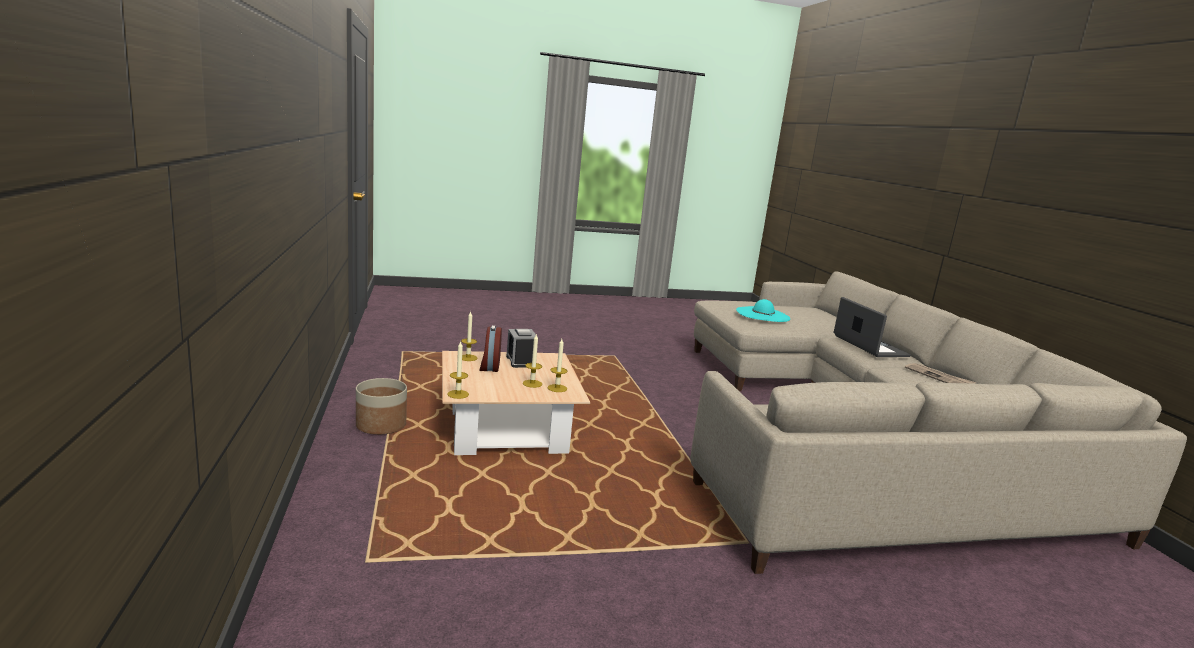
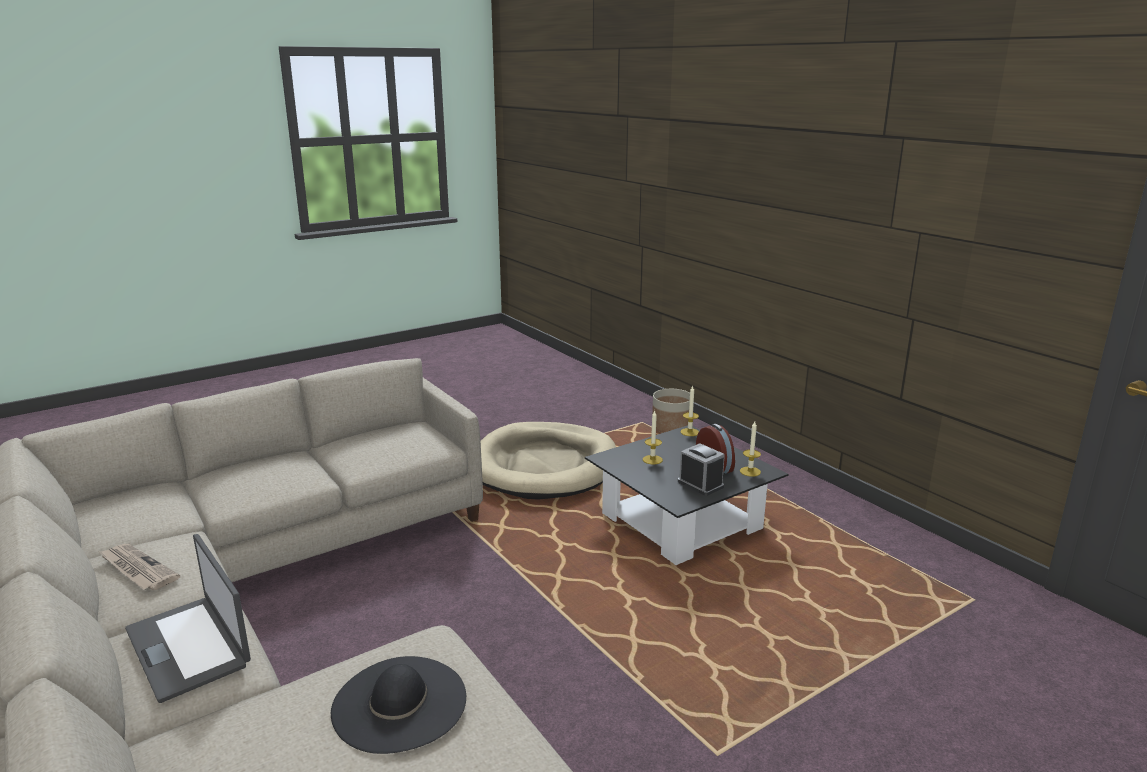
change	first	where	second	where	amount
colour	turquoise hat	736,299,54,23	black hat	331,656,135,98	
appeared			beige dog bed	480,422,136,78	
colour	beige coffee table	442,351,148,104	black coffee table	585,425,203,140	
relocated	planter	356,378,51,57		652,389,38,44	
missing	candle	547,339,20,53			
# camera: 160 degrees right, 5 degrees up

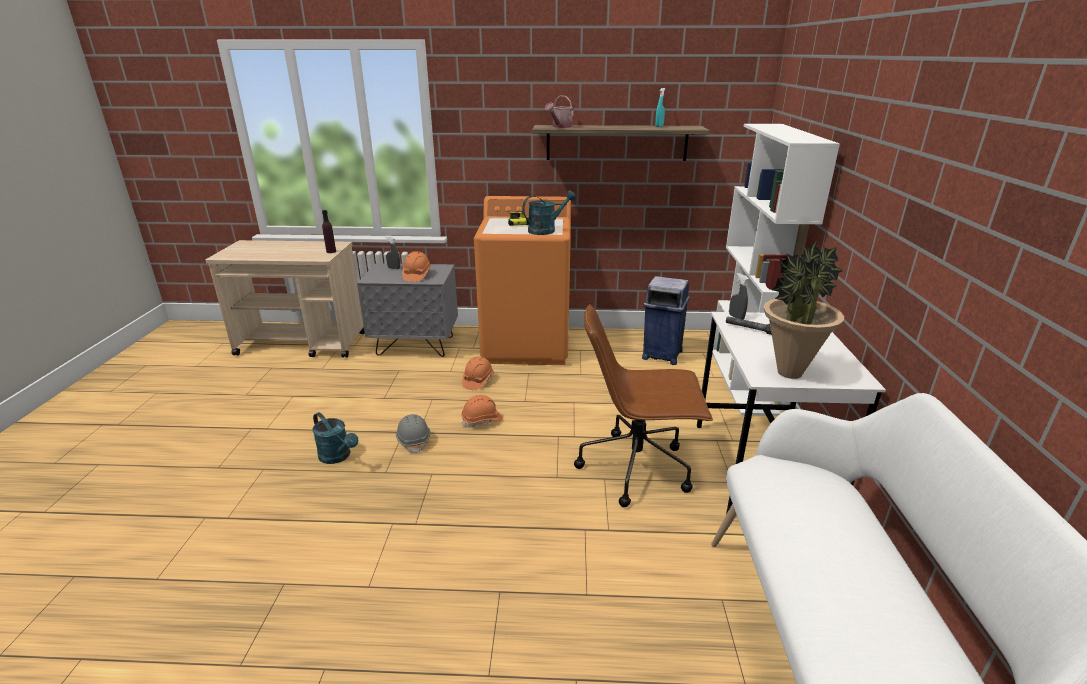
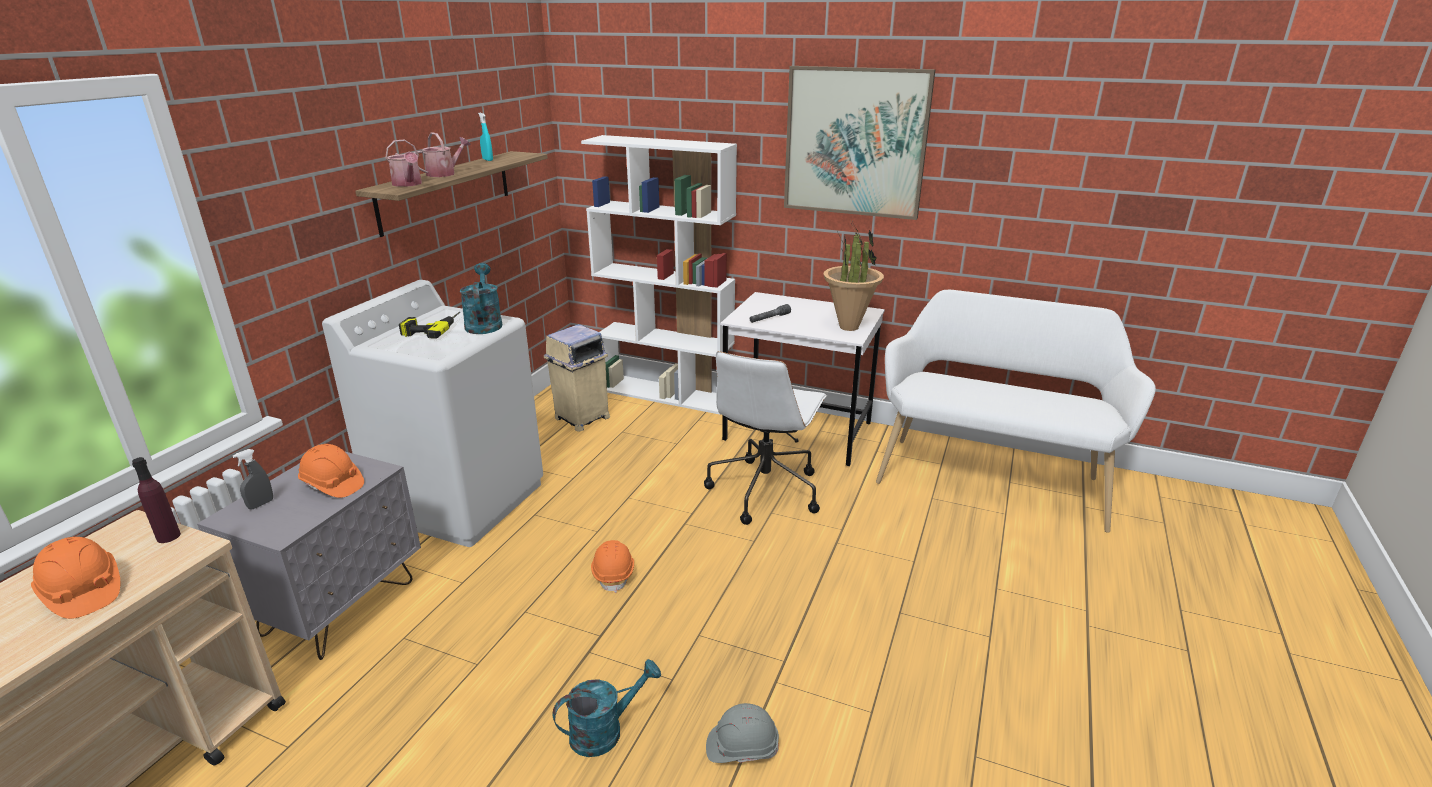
change	first	where	second	where	amount
relocated	orange hard hat	462,357,31,33		31,537,89,82	
colour	orange washing machine	474,196,97,169	white washing machine	322,280,221,267	
appeared			watering can	414,132,57,45	
colour	blue trash can	642,276,48,89	beige trash can	544,324,66,108	
colour	brown office chair	574,304,139,203	white office chair	704,351,123,174	
relocated	grey hard hat	396,414,34,39		706,703,73,60	
appeared			picture	784,66,152,154	
missing	grey spray bottle	729,273,19,46			
# camera: 70 degrees left, 0 degrees up

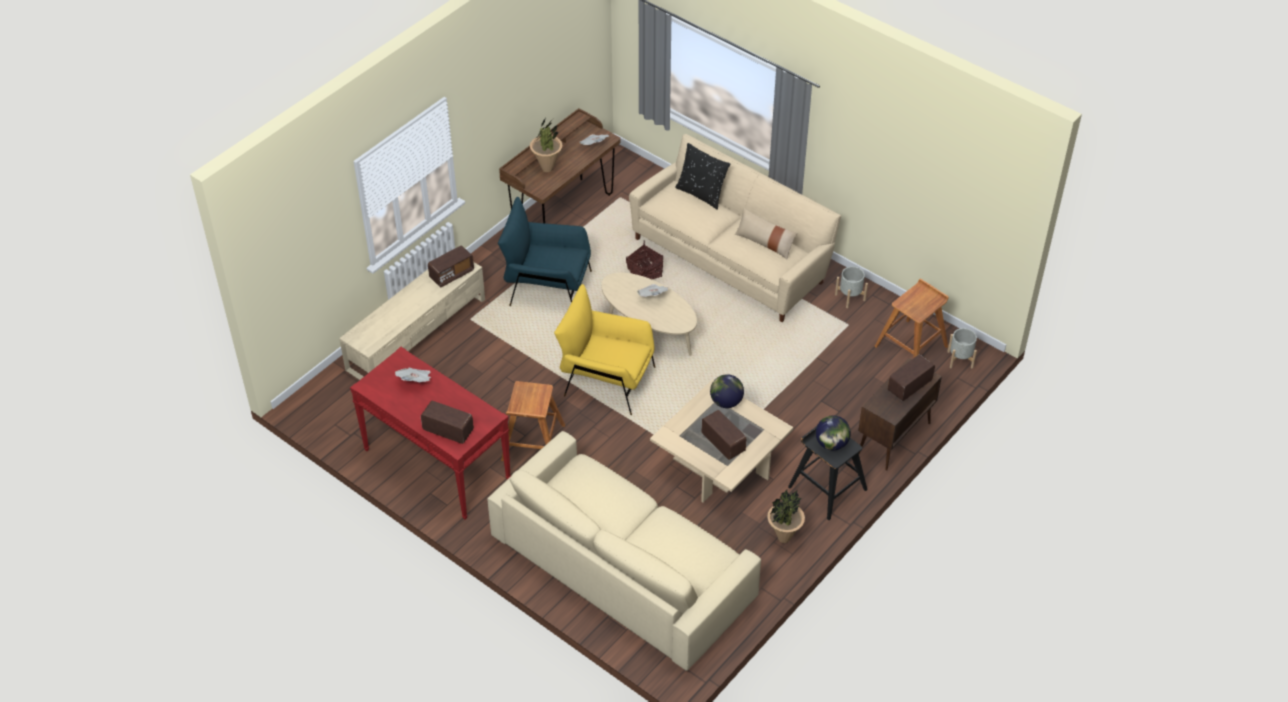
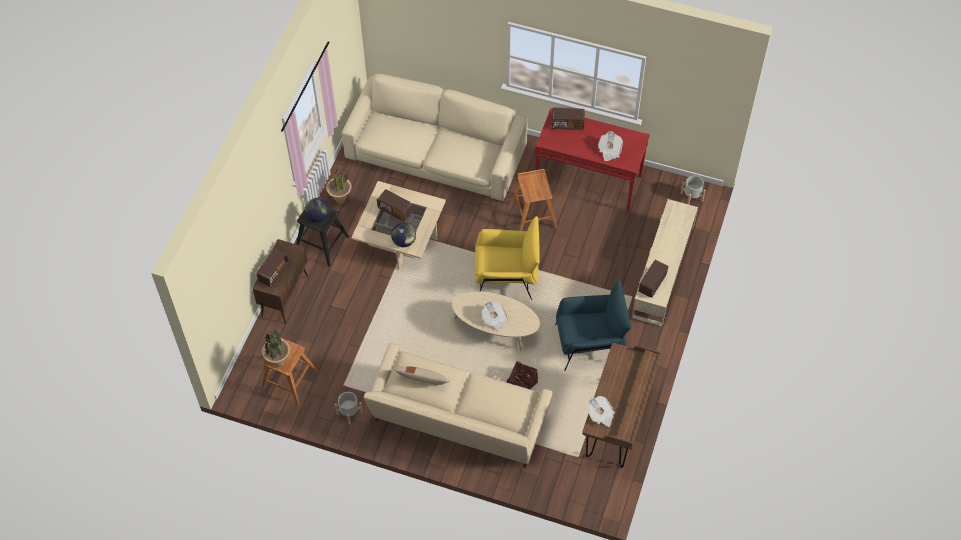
change	first	where	second	where	amount
relocated	potted plant	530,118,32,54		262,329,28,38	
relocated	grey planter	947,328,30,41		681,175,25,30	
missing	black pillow	675,143,55,67			
# camera: 160 degrees right, 10 degrees up

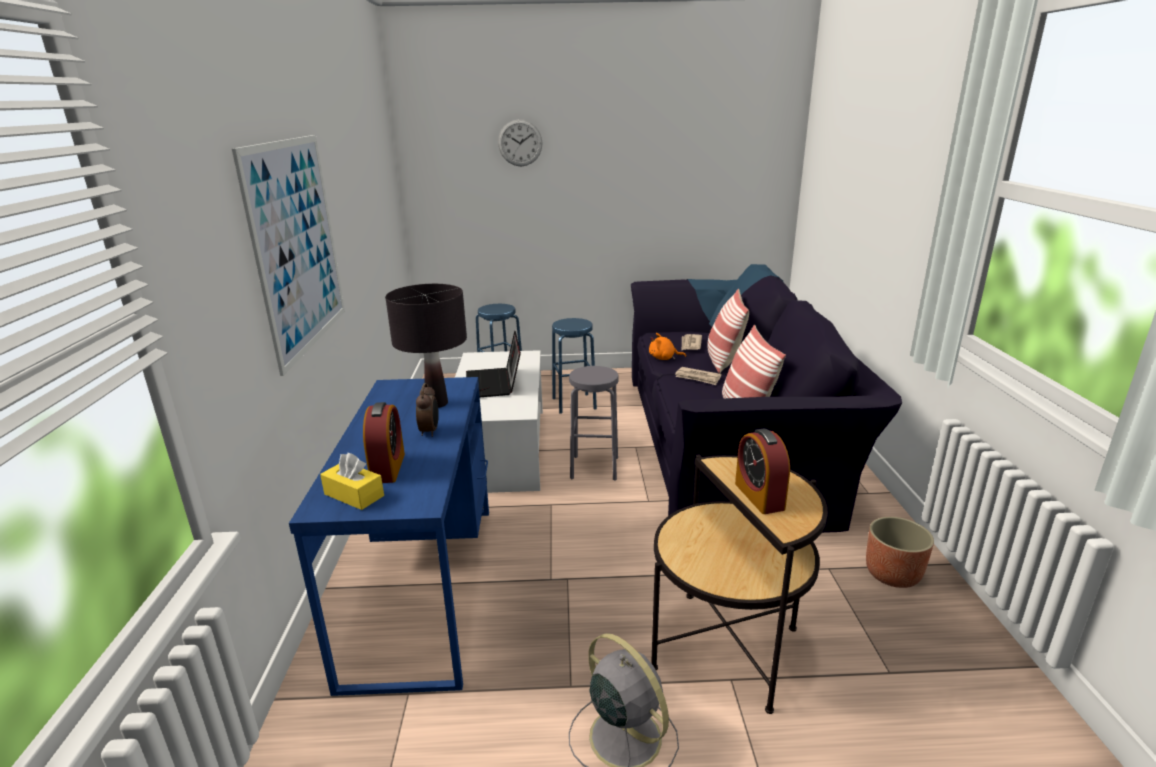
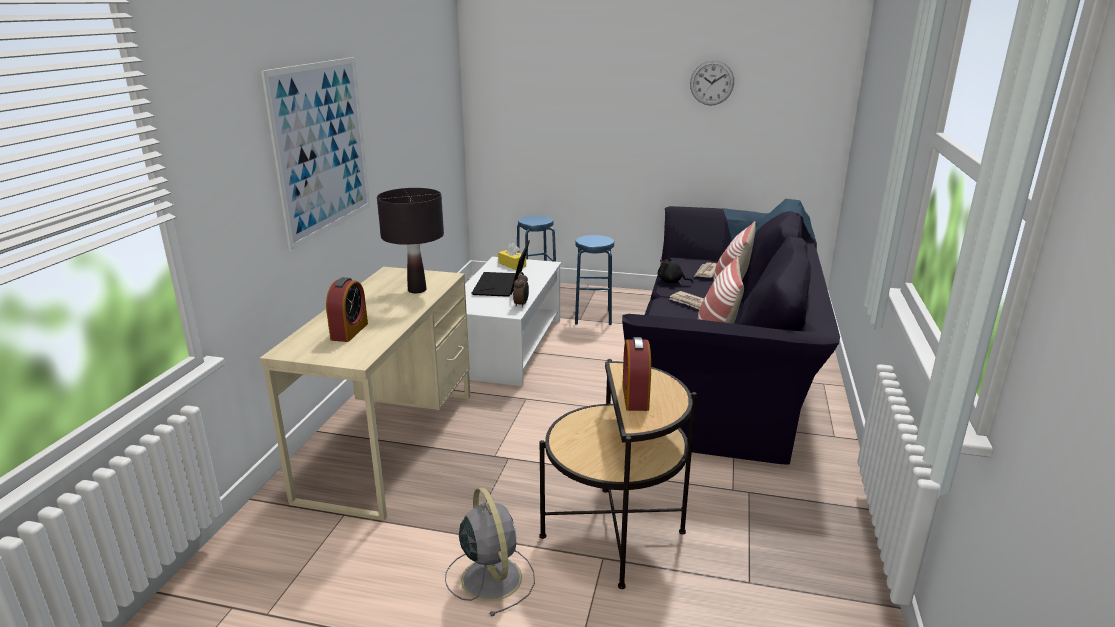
change	first	where	second	where	amount
colour	blue desk	289,377,200,319	beige desk	260,267,210,254	
relocated	yellow tissue box	320,453,64,57		498,243,28,27	
relocated	alarm clock	416,383,23,54		513,272,16,36	
colour	orange plush toy	649,333,37,27	black plush toy	658,257,35,27	
relocated	wall clock	498,119,44,47		690,60,44,46	
missing	grey stool	569,366,50,115			
missing	planter	866,517,68,71			
# camera: 15 degrees right, 0 degrees up

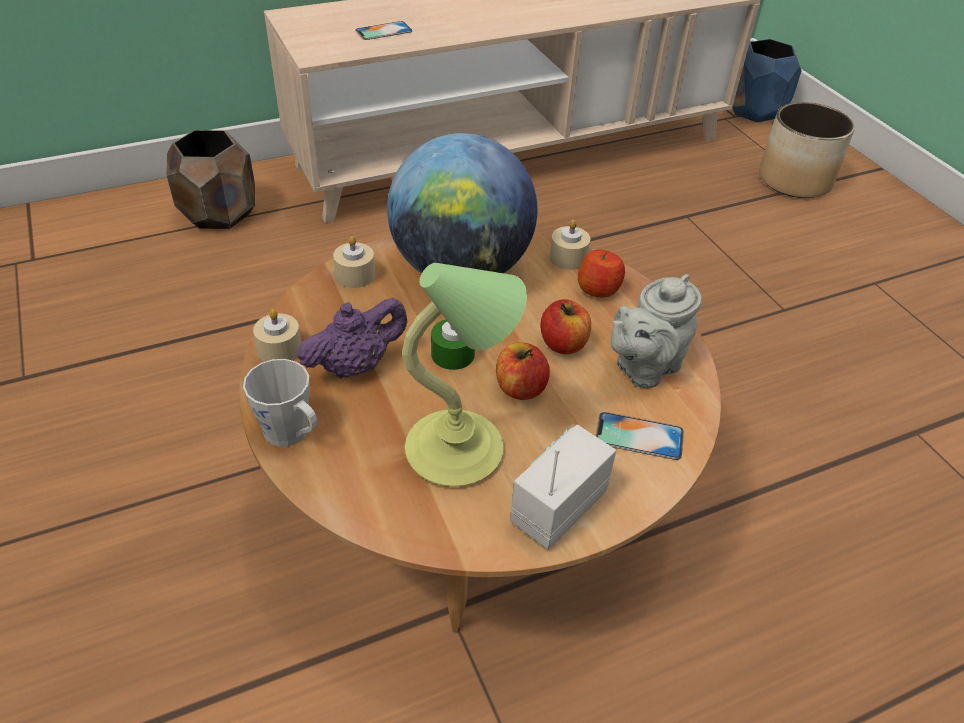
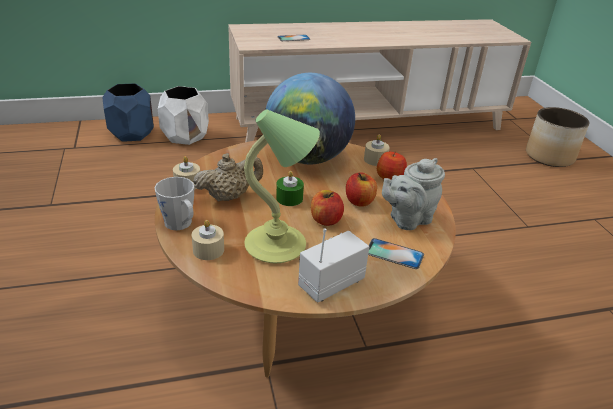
change	first	where	second	where	amount
relocated	blue planter	732,39,70,83		102,83,52,59	
colour	brown planter	167,130,88,99	white planter	158,86,51,59	
relocated	beige candle	333,236,42,52		192,220,32,40	
colour	purple teapot	297,298,110,81	beige teapot	193,153,70,49	
# camera: 10 degrees right, 10 degrees down

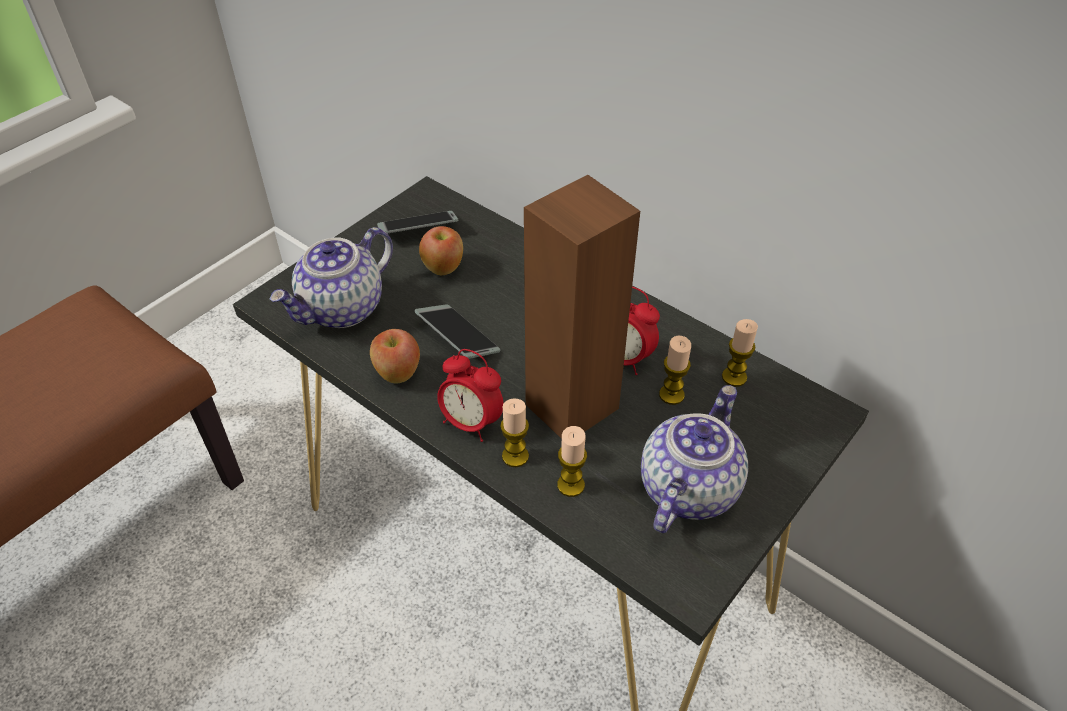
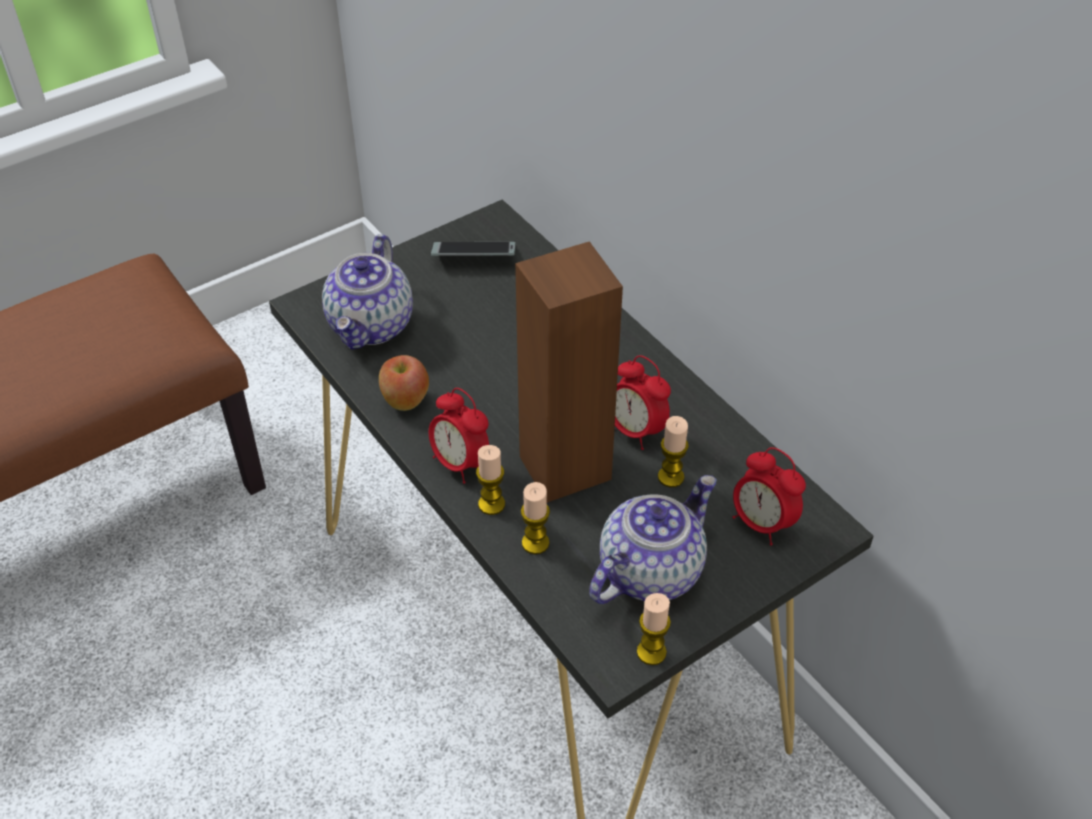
change	first	where	second	where	amount
spun	teapot	270,227,123,101		322,234,91,116	45 degrees counterclockwise
relocated	candle	722,319,36,68		637,593,34,72	
appeared			alarm clock	733,447,73,99	
missing	phone	415,304,85,55			
missing	apple	419,226,44,49			
# camera: 15 degrees right, 0 degrees up

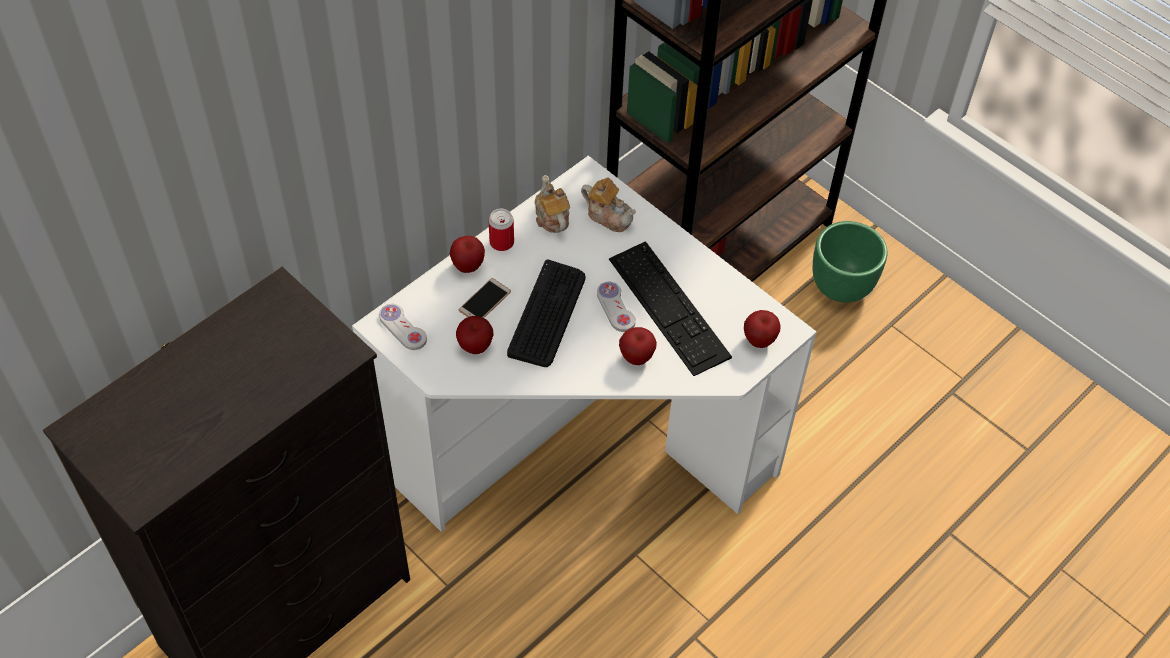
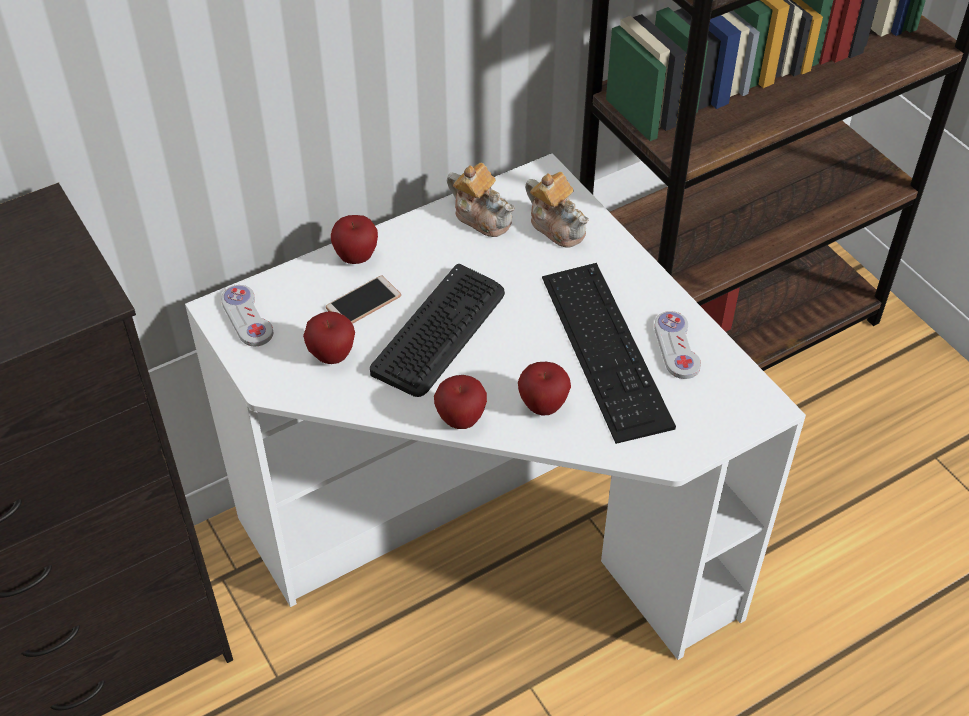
change	first	where	second	where	amount
relocated	apple	744,310,37,38		434,375,53,54	
spun	teapot	535,175,35,58		447,163,68,74	135 degrees clockwise
relocated	white game controller	597,282,39,50		654,311,47,68	
missing	can	489,209,25,42			
missing	green planter	812,221,75,82			
# camera: 15 degrees right, 5 degrees down

